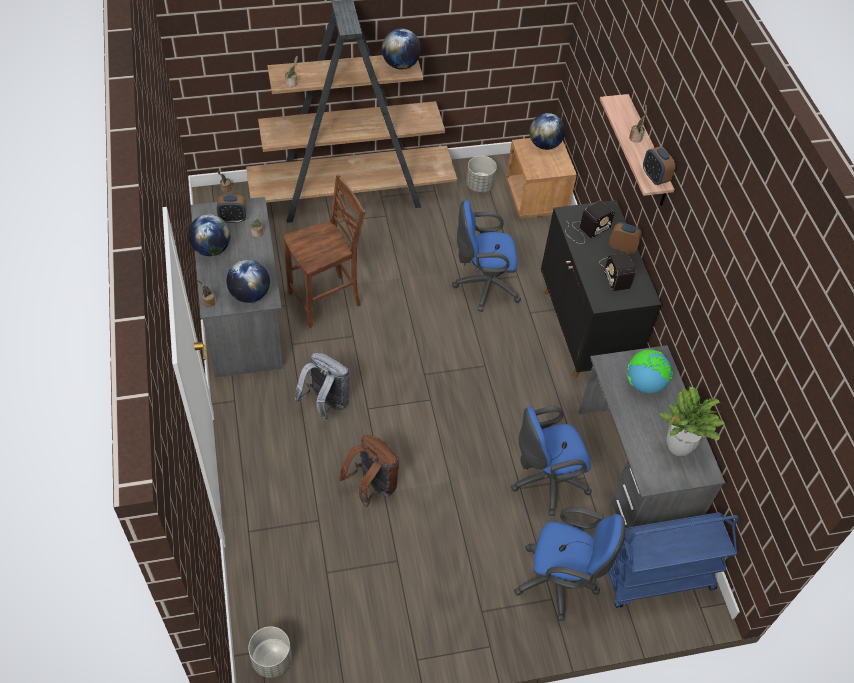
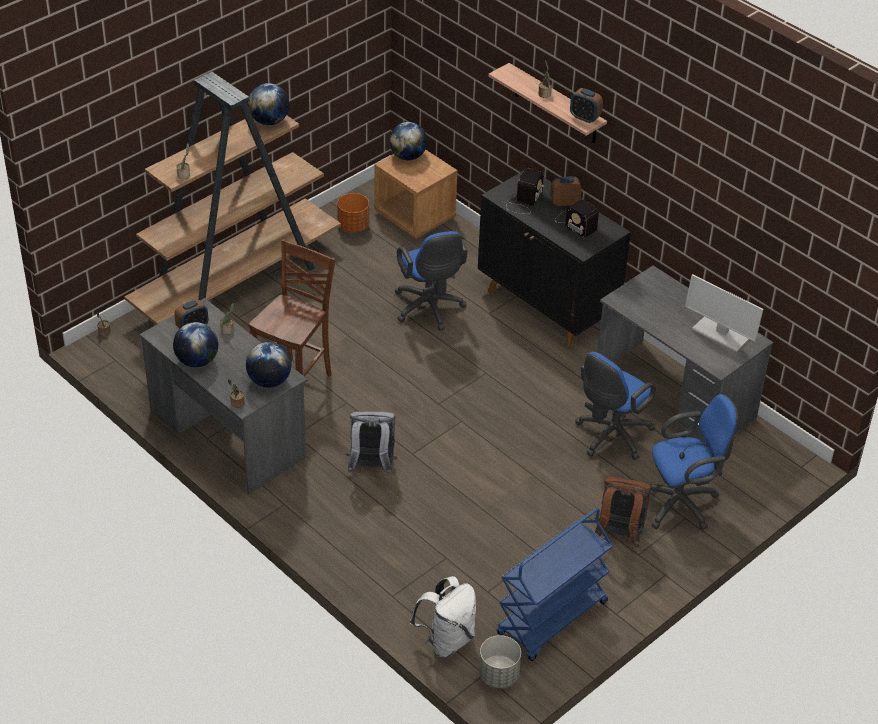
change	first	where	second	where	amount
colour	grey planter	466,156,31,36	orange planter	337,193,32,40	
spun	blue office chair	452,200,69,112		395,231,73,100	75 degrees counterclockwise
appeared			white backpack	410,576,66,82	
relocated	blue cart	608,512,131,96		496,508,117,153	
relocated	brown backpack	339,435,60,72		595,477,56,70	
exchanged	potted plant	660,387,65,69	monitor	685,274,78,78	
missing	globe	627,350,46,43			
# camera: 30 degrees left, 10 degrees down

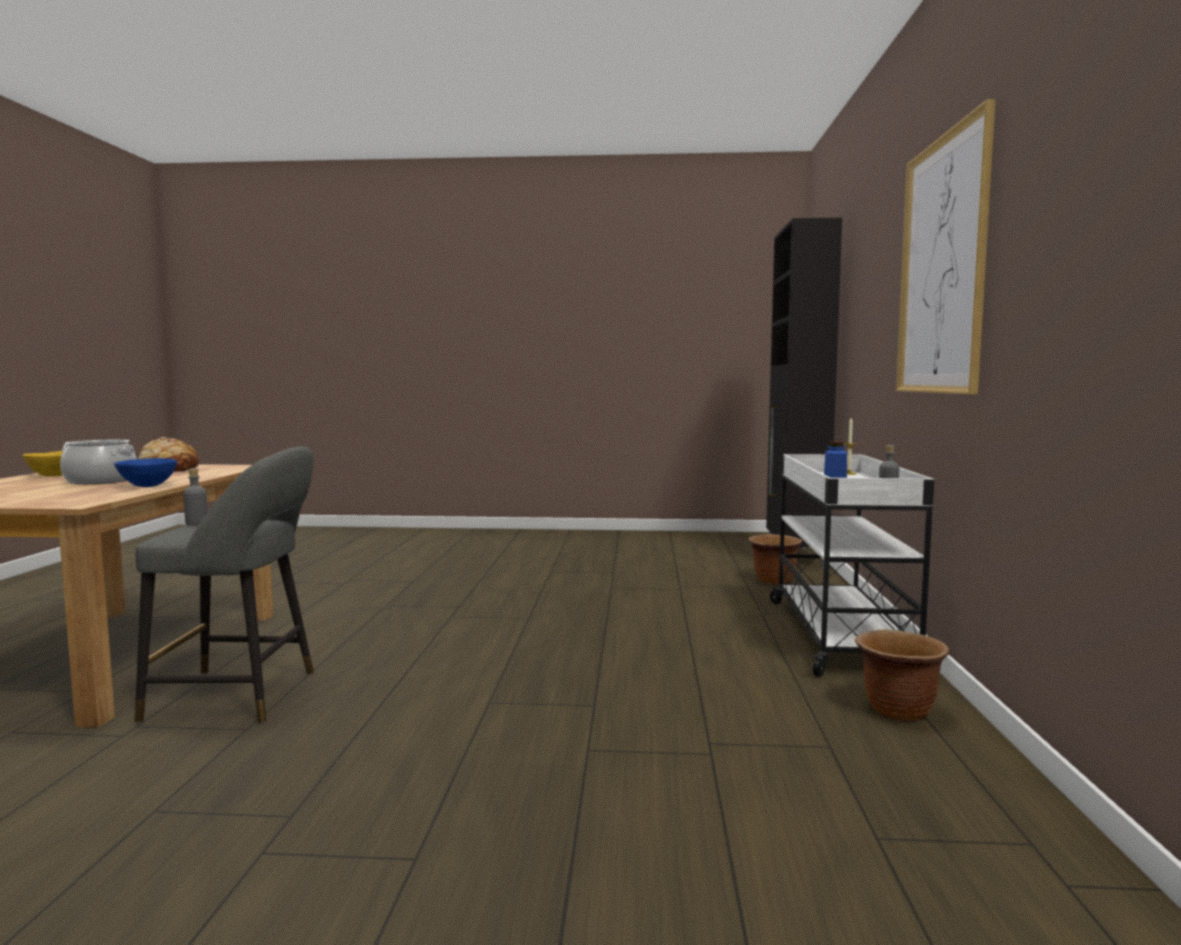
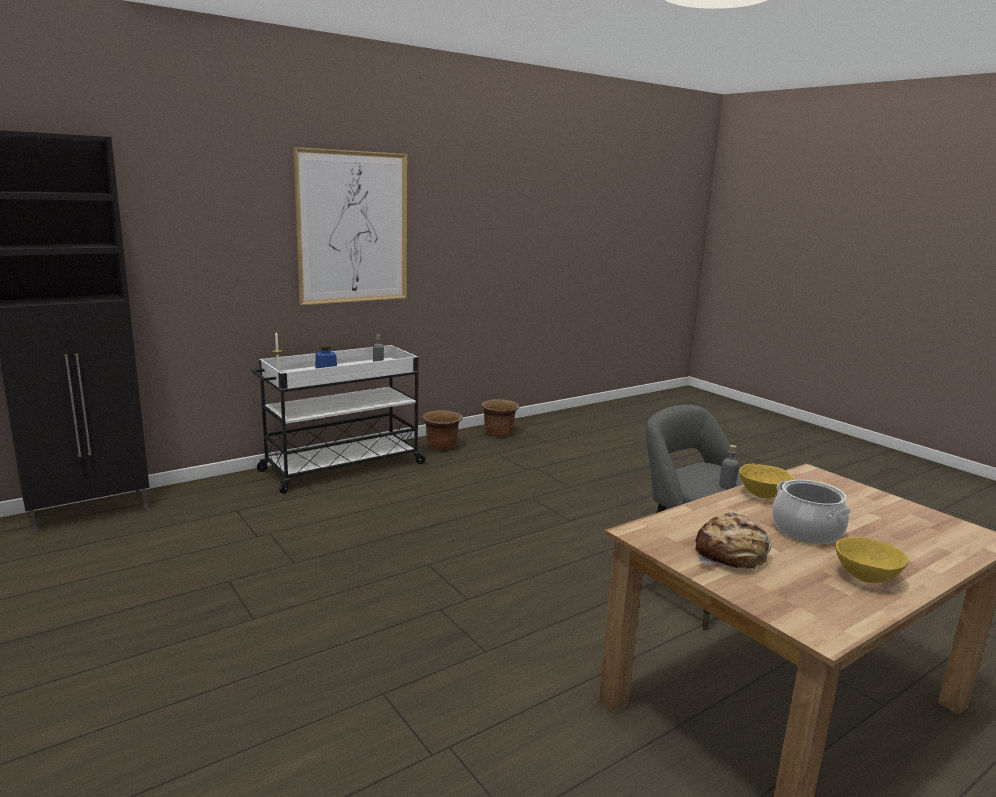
change	first	where	second	where	amount
relocated	brown planter	749,534,53,51		481,399,38,38	
colour	blue bowl	114,458,63,29	yellow bowl	739,463,54,35	
# camera: 130 degrees left, 10 degrees up

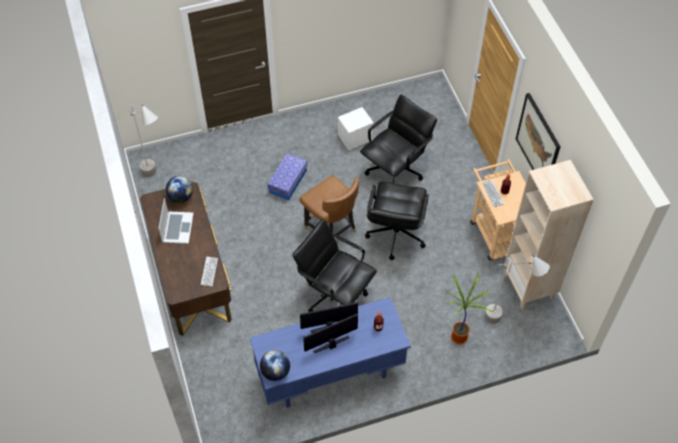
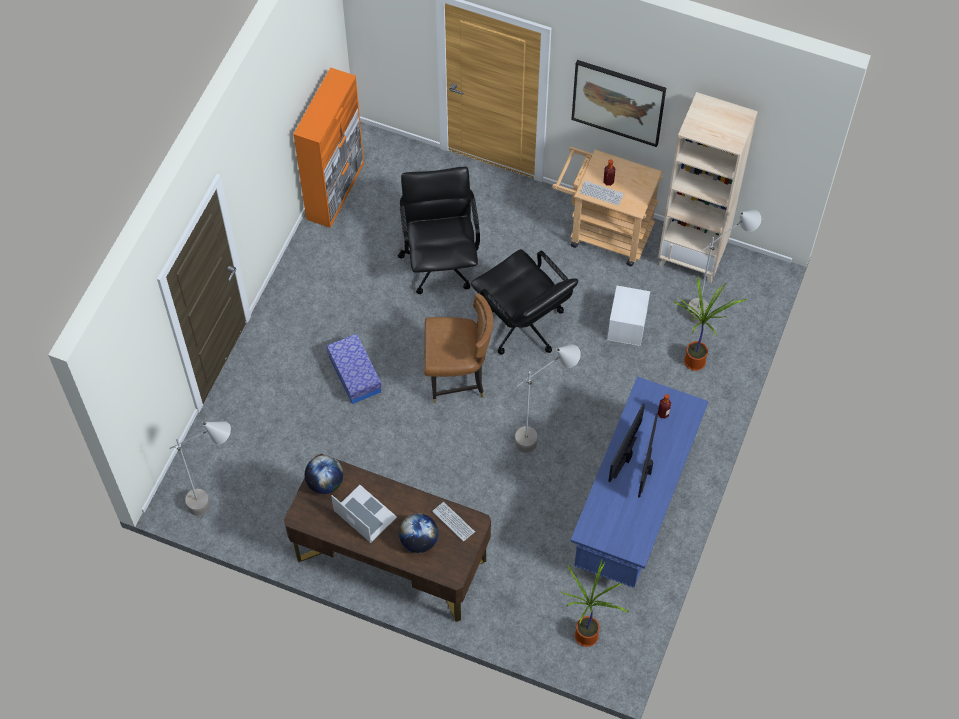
change	first	where	second	where	amount
appeared			orange cabinet	293,67,71,161	
relocated	globe	260,350,30,31		399,513,39,40	
exchanged	black office chair	293,219,84,93	grey floor lamp	515,344,66,109	
appeared			potted plant	560,560,70,87	
relocated	white storage box	338,107,36,43		607,286,43,60	
# camera: 50 degrees left, 5 degrees up

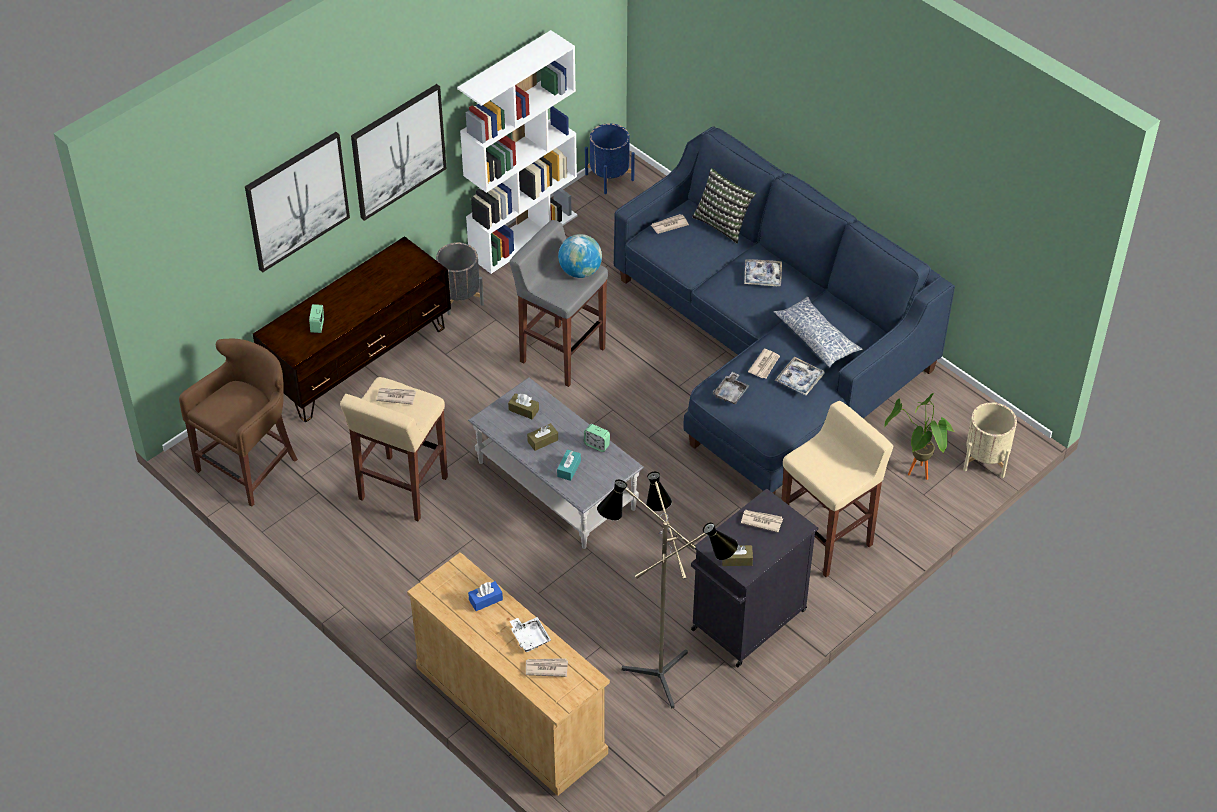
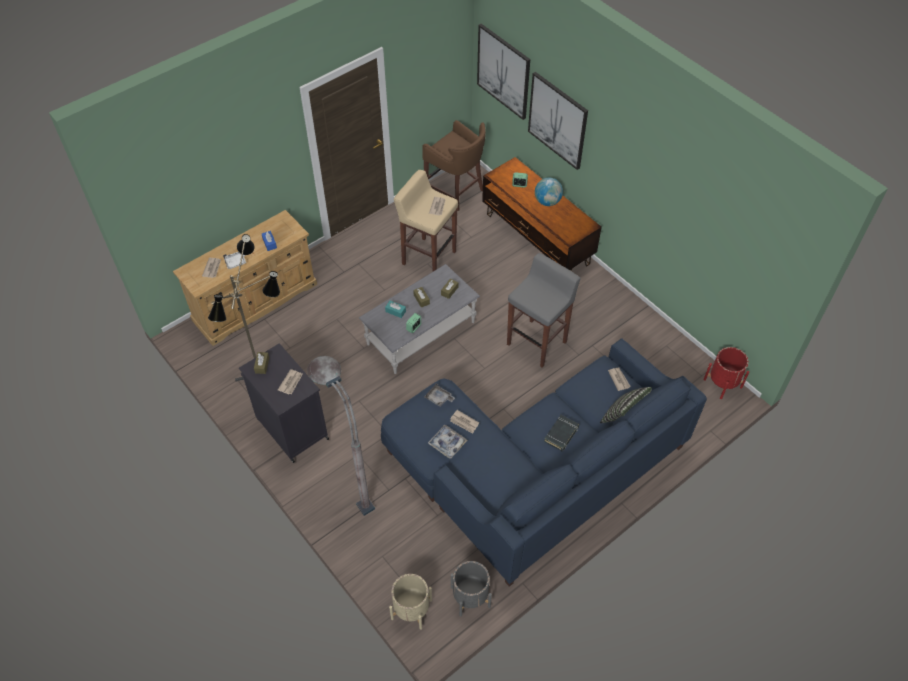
change	first	where	second	where	amount
exchanged	beige stool	781,401,112,176	grey floor lamp	308,356,67,160	
relocated	grey planter	436,243,48,72		451,561,41,55	
relocated	picture	351,84,96,137		477,24,53,96	
relocated	globe	558,234,44,44		535,178,28,28	
exchanged	tray	744,259,38,27	black book	544,415,35,37	
colour	blue planter	585,123,50,71	red planter	703,347,46,52	
missing	white bookcase	457,30,121,244			
missing	pillow	773,297,90,71			
missing	potted plant	884,393,70,87			
# camera: 95 degrees right, 5 degrees up

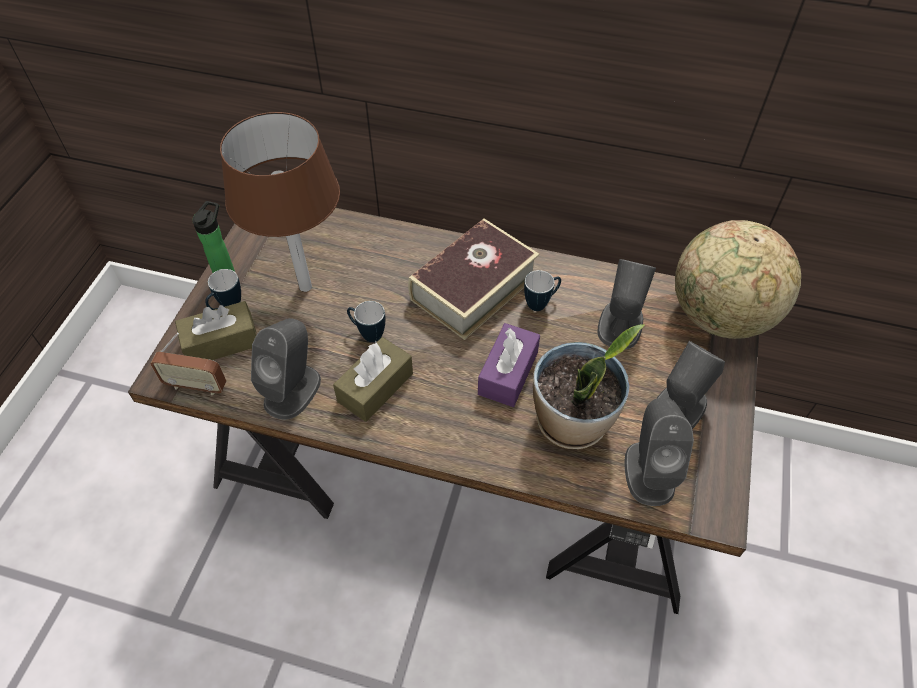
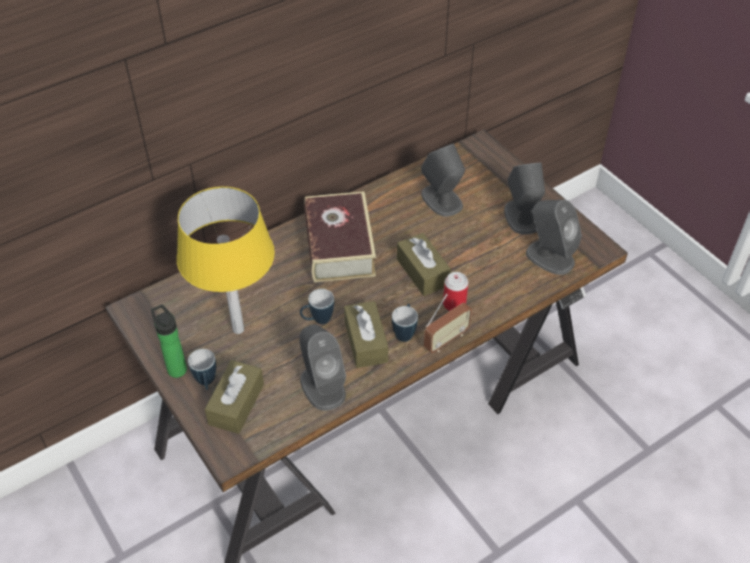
change	first	where	second	where	amount
colour	brown table lamp	220,112,120,180	yellow table lamp	177,187,98,147	
relocated	mug	524,270,37,41		392,304,26,38	
colour	purple tissue box	478,323,62,84	brown tissue box	397,233,54,63	
relocated	radio	150,333,76,63		424,294,48,59	
appeared			can	443,272,25,39	
missing	potted plant	533,324,112,125			
missing	globe	675,220,126,119			
# camera: 50 degrees left, 5 degrees down

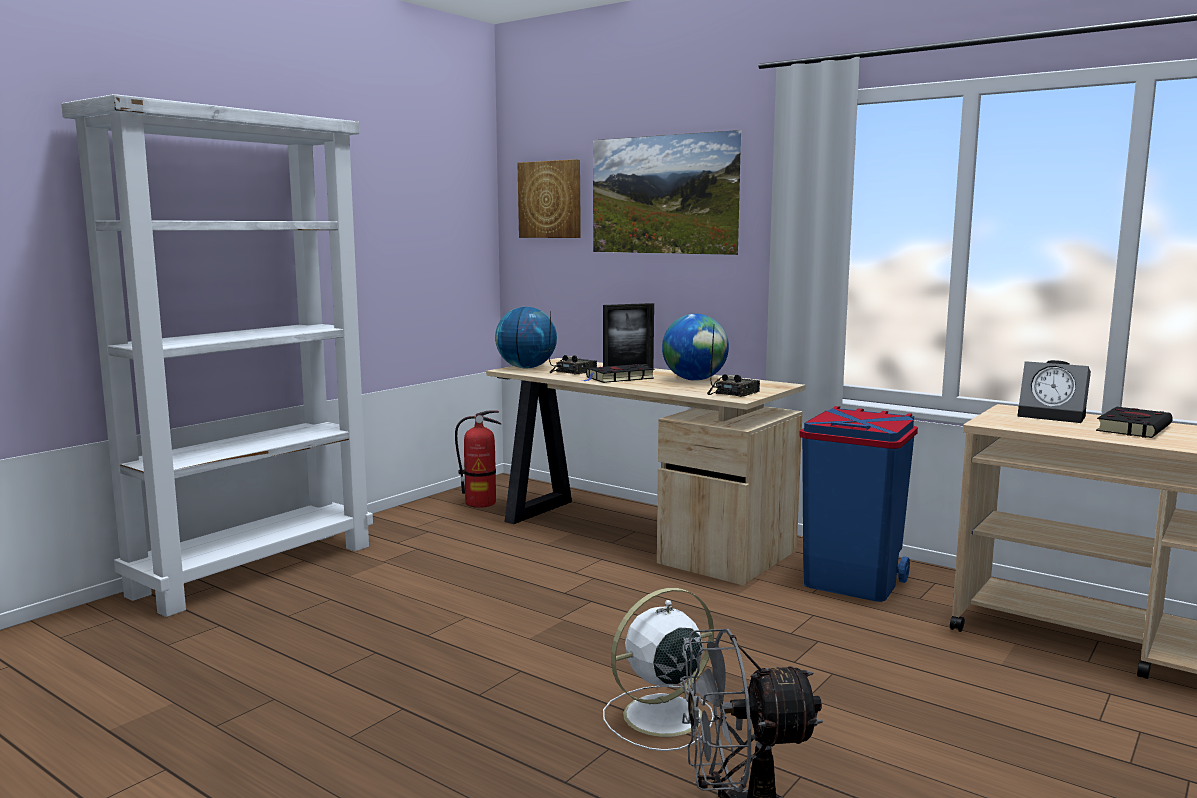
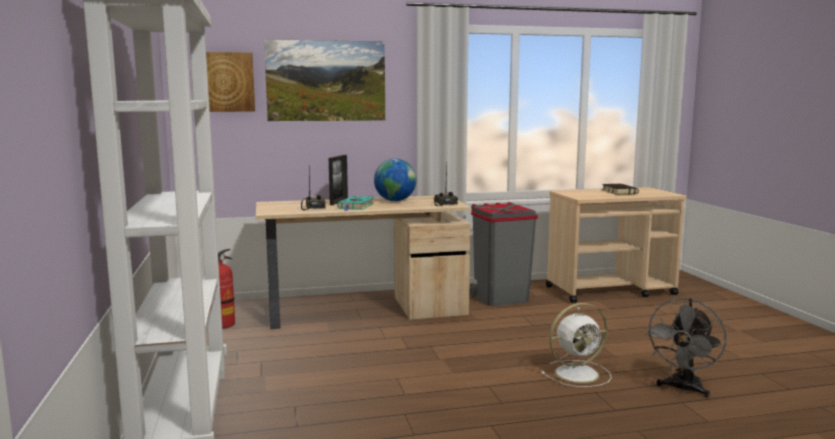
change	first	where	second	where	amount
colour	black book	582,364,72,19	turquoise book	337,196,37,15	
colour	blue trash can	799,406,119,196	grey trash can	469,202,69,104	
spun	white fan	603,588,117,163		541,303,71,84	120 degrees counterclockwise
missing	globe	495,307,62,62			
missing	alarm clock	1017,360,74,63			
# camera: 50 degrees left, 0 degrees up

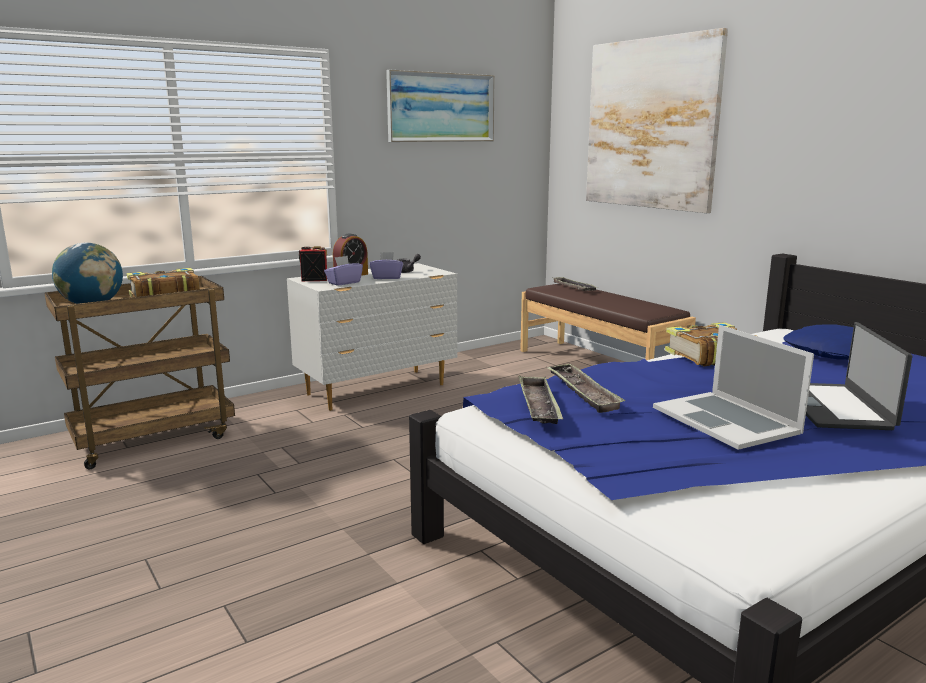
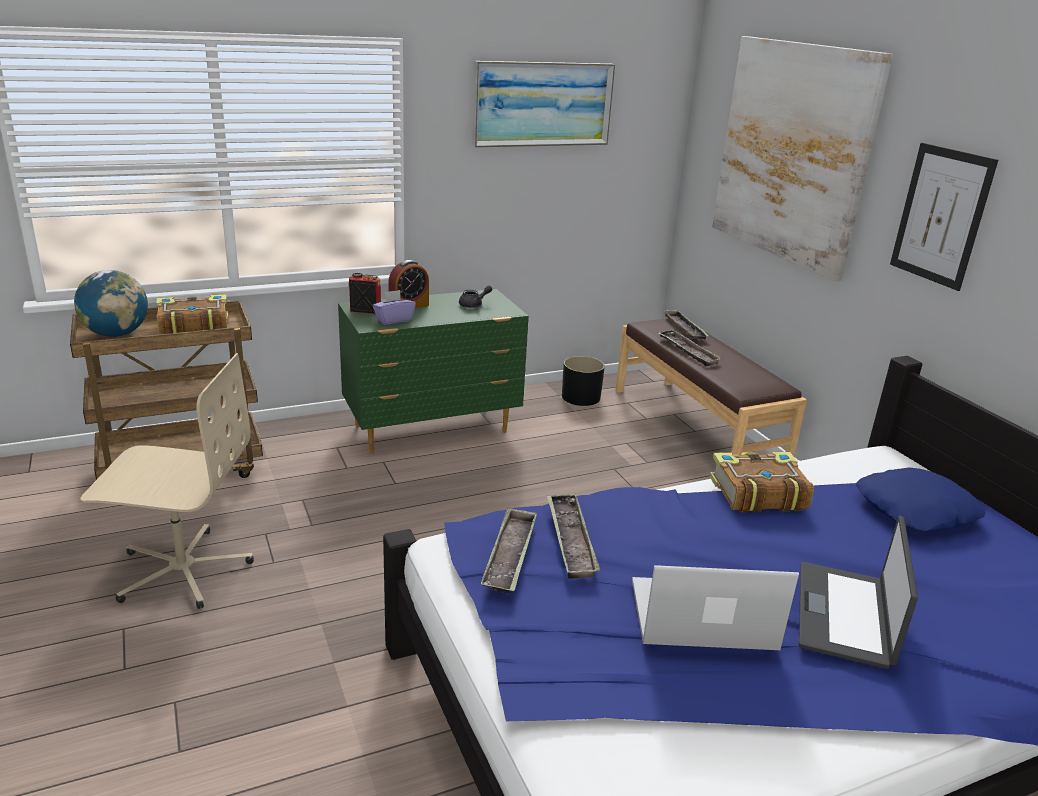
change	first	where	second	where	amount
appeared			beige office chair	80,353,174,256	
colour	white dresser	287,263,170,148	green dresser	338,289,191,165	
appeared			black planter	562,356,43,50	
spun	laptop	653,325,161,125		632,565,167,85	105 degrees clockwise
appeared			tray	658,330,64,36	
appeared			picture	890,143,108,148	
missing	purple tissue box	369,252,34,27			
# camera: 10 degrees right, 10 degrees up

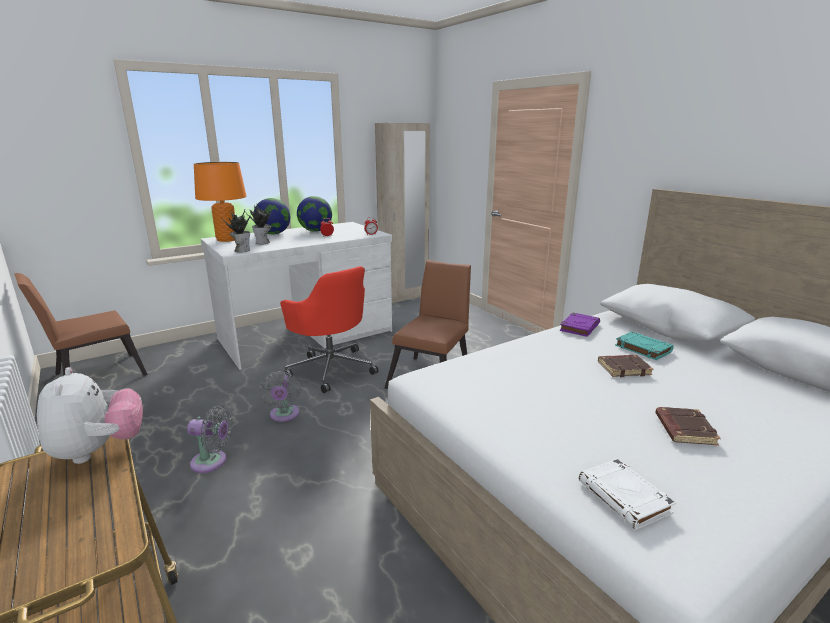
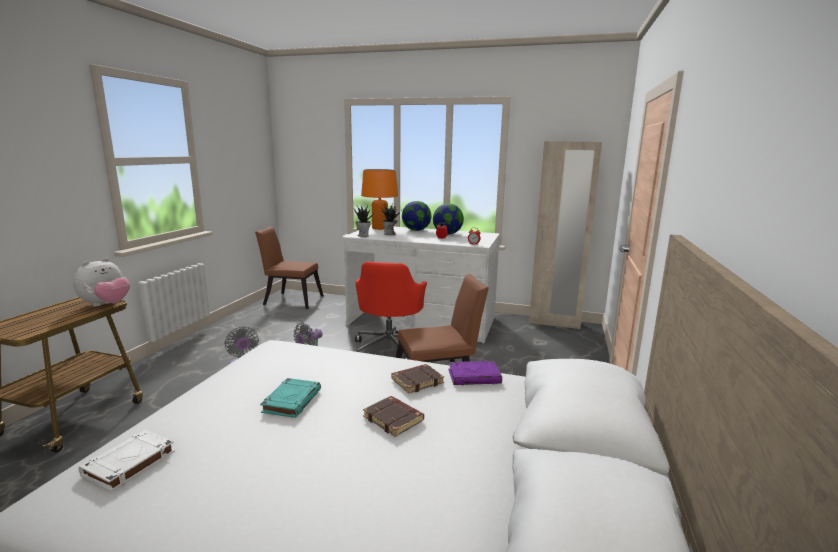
change	first	where	second	where	amount
relocated	turquoise book	615,331,59,29		260,378,61,40	
relocated	brown book	655,407,66,39		391,364,53,30	
# camera: 50 degrees right, 5 degrees down

